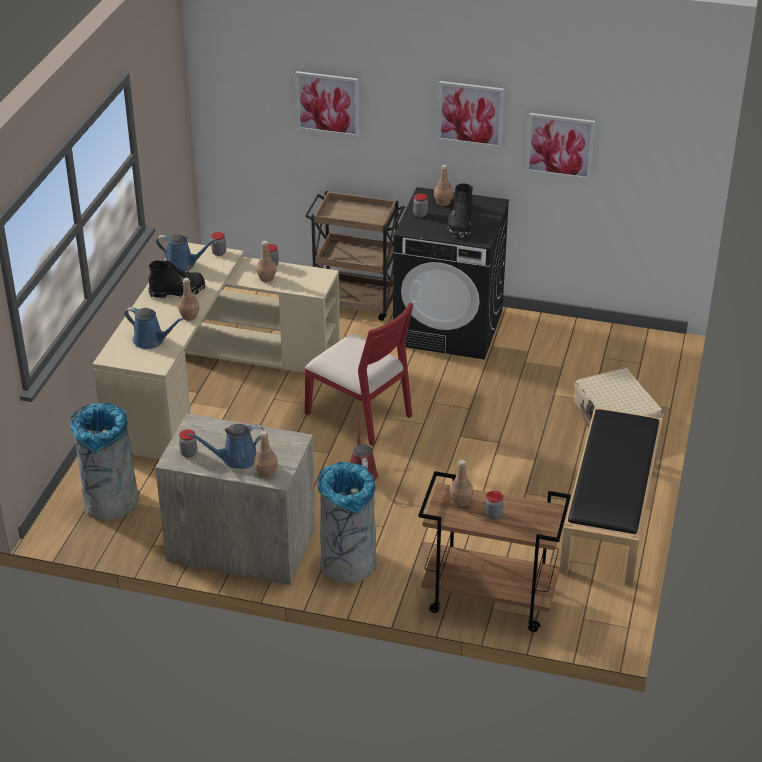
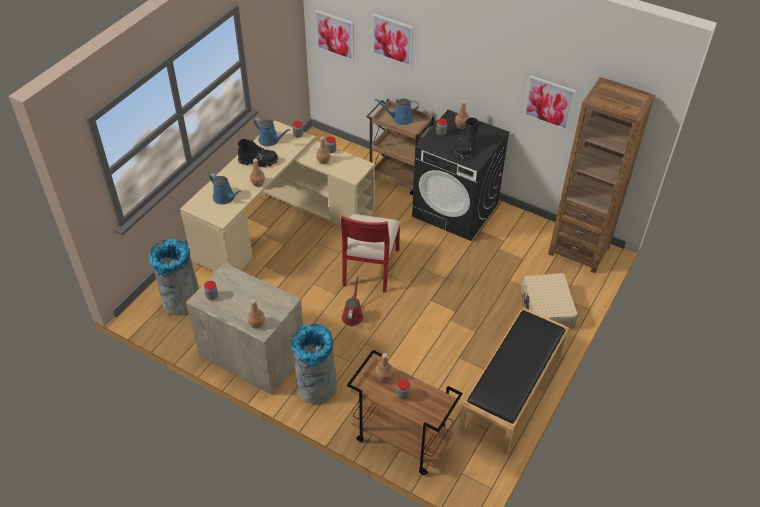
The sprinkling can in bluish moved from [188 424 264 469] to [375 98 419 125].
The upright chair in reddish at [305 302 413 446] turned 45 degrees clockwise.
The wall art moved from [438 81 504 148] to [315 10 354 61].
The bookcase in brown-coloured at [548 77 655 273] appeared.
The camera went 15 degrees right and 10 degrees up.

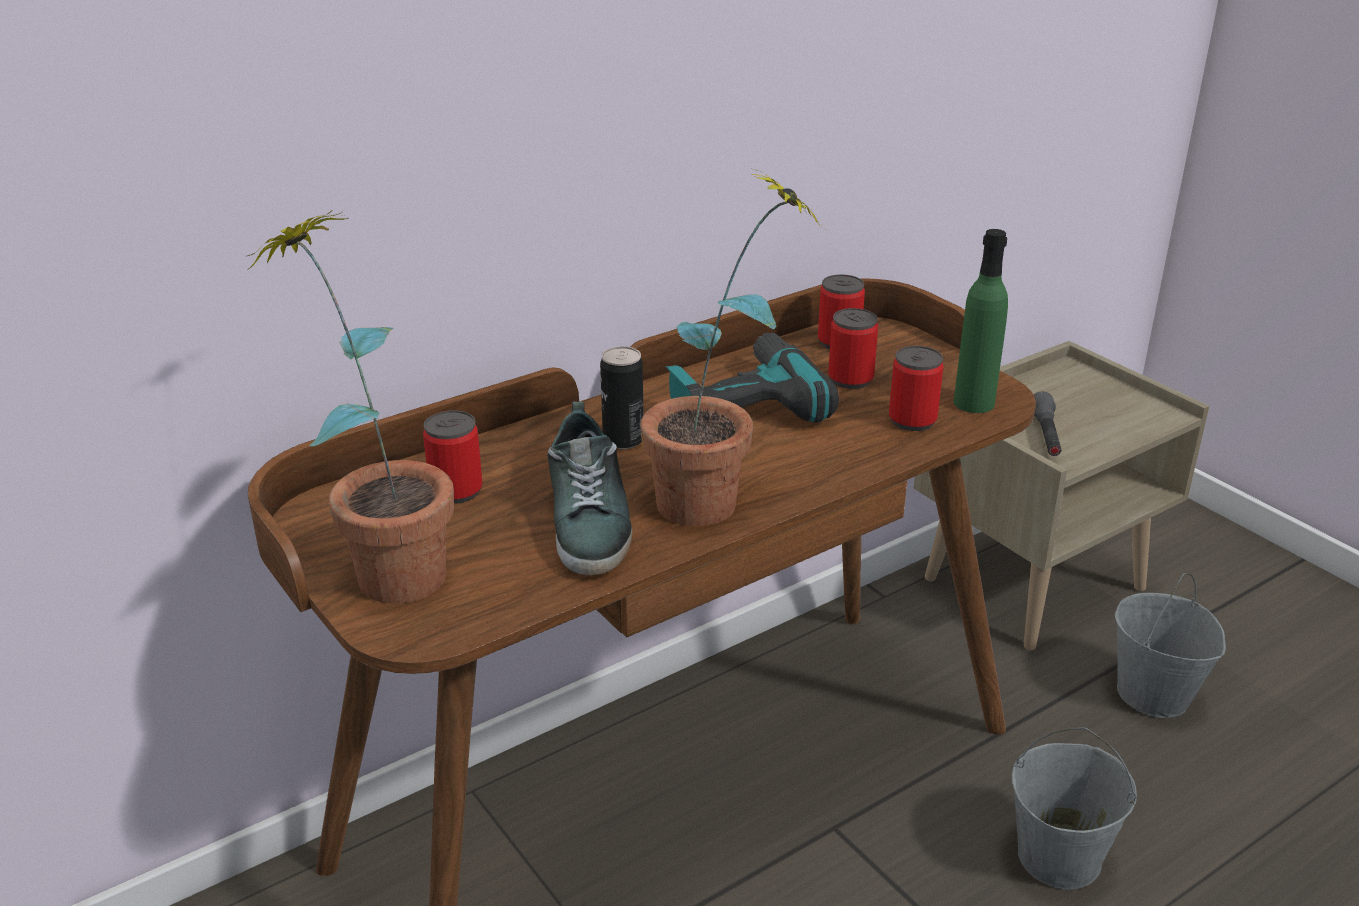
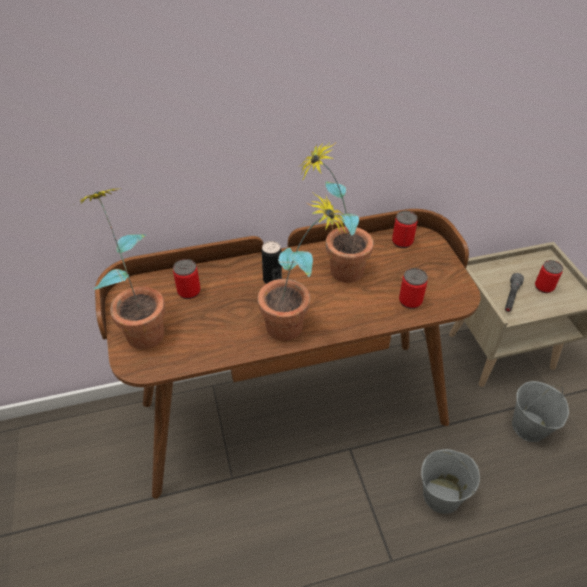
The low shoe at [547 402 633 575] disappeared.
The drill at [665 332 839 423] was replaced by the houseplant at [298 142 374 283].
The can moved from [828 308 878 389] to [535 260 563 293].
The bottle in green-coloured at [953 229 1008 413] disappeared.
The camera went 20 degrees right and 15 degrees up.

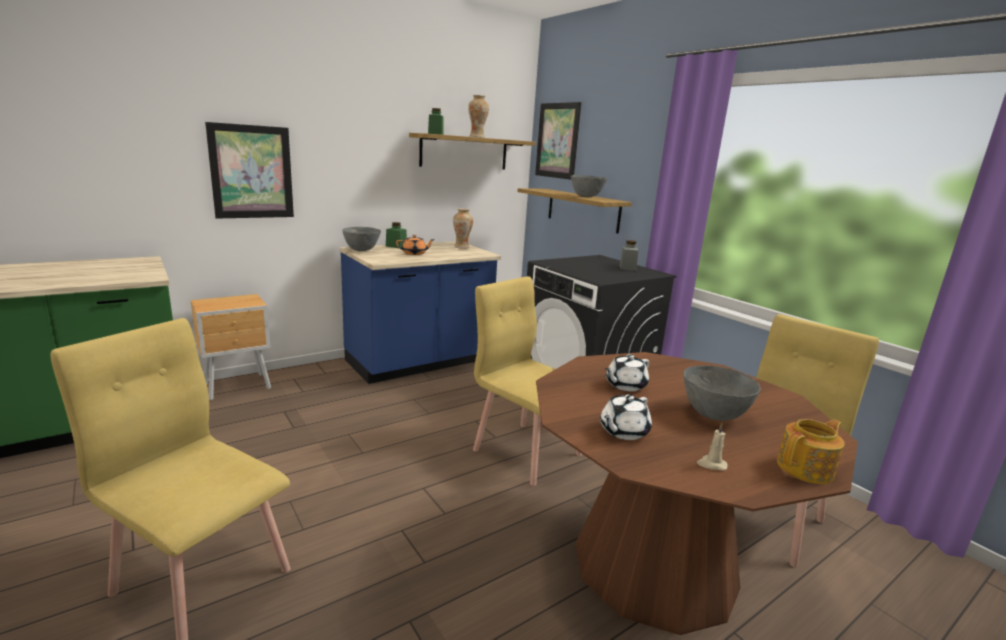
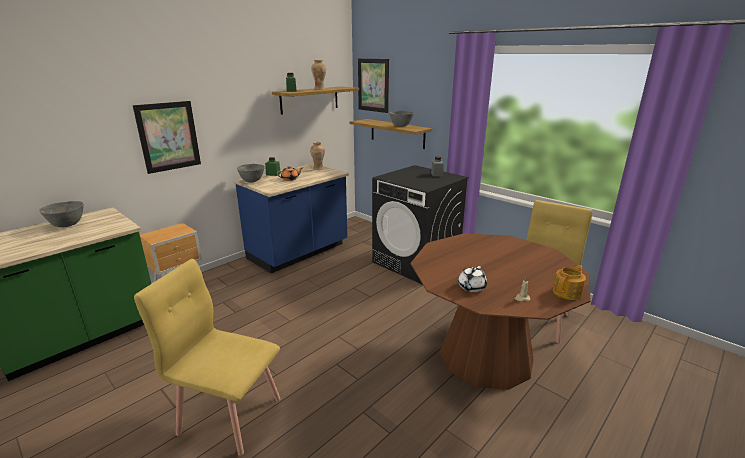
The upright chair in yellowish at [473 276 582 486] disappeared.
The tea pot in white at [605 354 649 392] disappeared.
The bowl in grey moved from [683 365 761 421] to [39 201 84 227].
The camera went 10 degrees left and 5 degrees up.

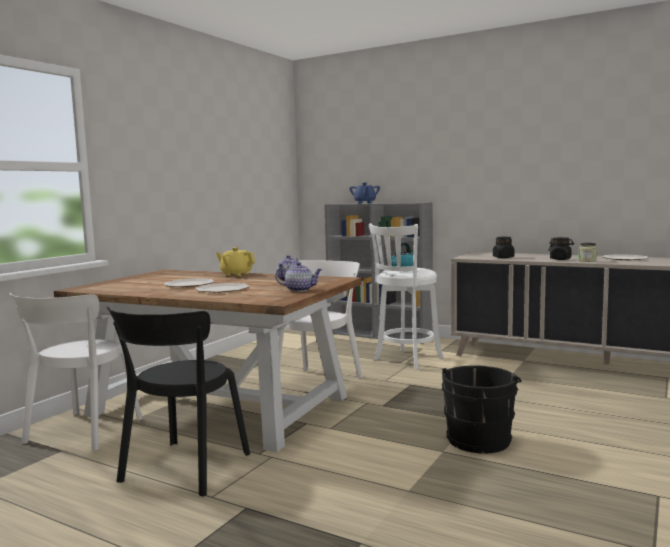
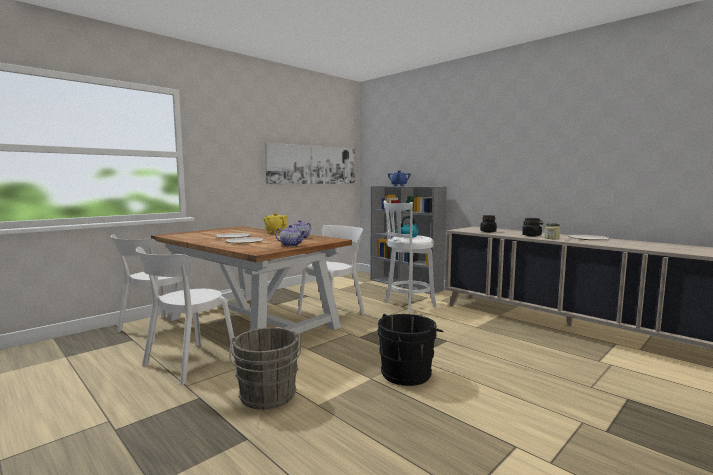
The upright chair in blackish at [106 306 250 497] became the upright chair in white at [136 247 235 385].
The water bucket in grey at [229 328 301 410] appeared.
The wall art at [265 143 355 184] appeared.
The camera went 15 degrees right and 0 degrees up.

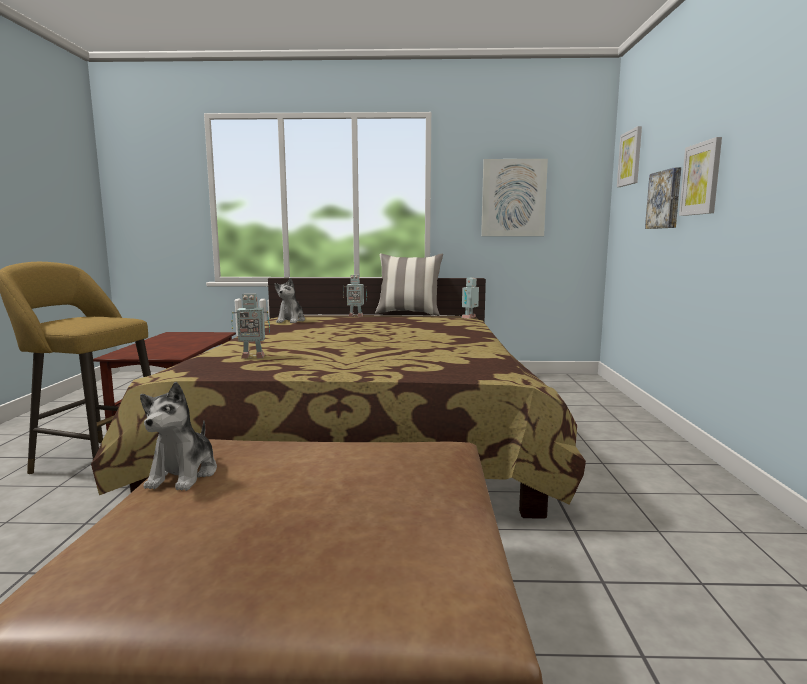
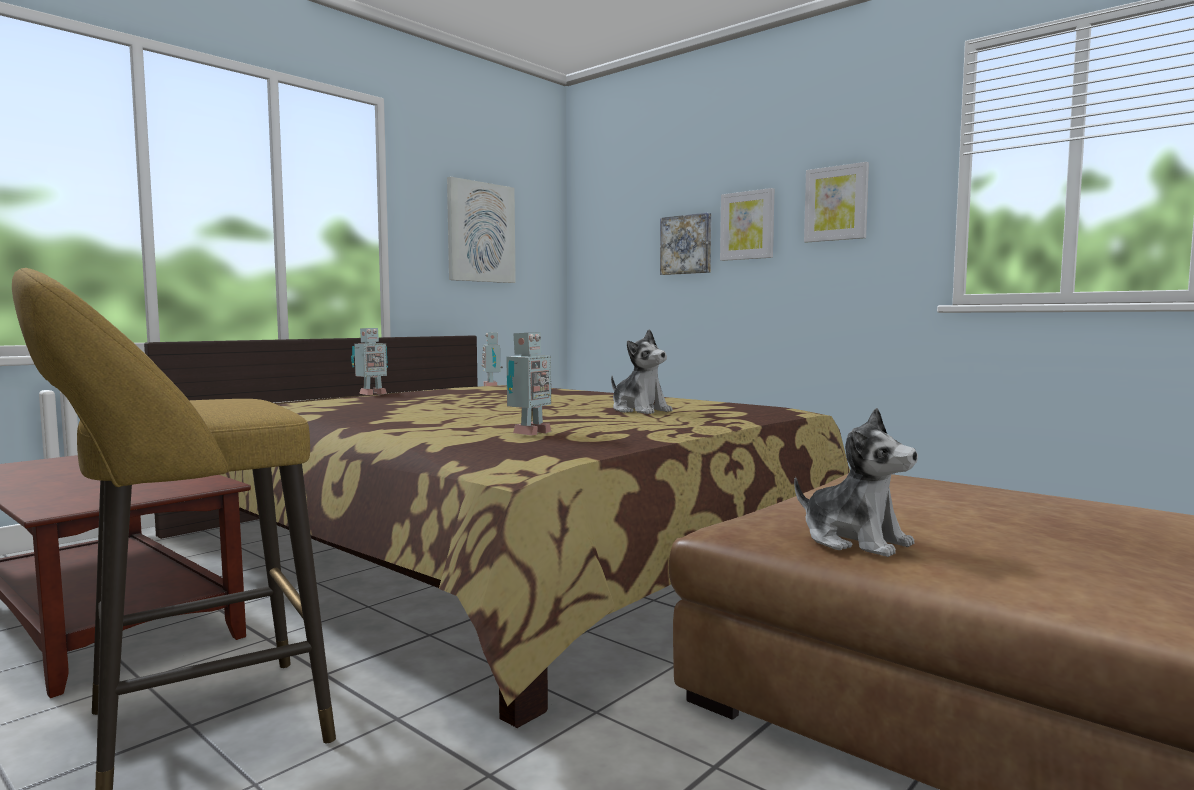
The soft toy moved from [275 278 305 323] to [611 329 672 414].
The cushion at [375 254 443 316] disappeared.
The wall art moved from [617 126 642 187] to [804 162 869 242].
The camera went 50 degrees left and 5 degrees down.

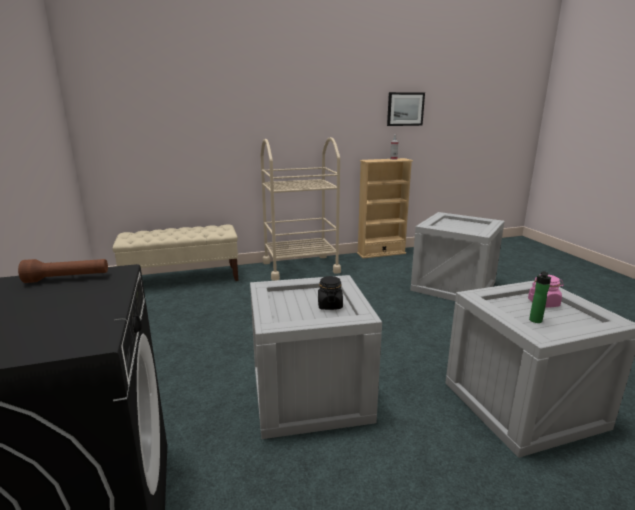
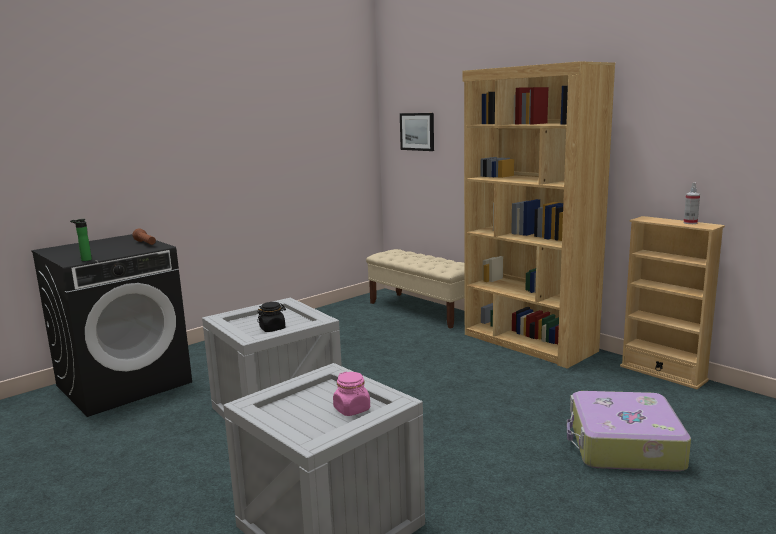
The trolley in sand-coloured at [260 137 341 281] was replaced by the bookcase in brown-coloured at [462 61 615 369].
The wall art moved from [387 92 425 126] to [400 113 434 151].
The packing crate at [410 212 505 301] was replaced by the piece of luggage at [567 391 691 472].
The bottle moved from [529 271 551 323] to [70 219 92 261].
The camera went 65 degrees right and 5 degrees down.

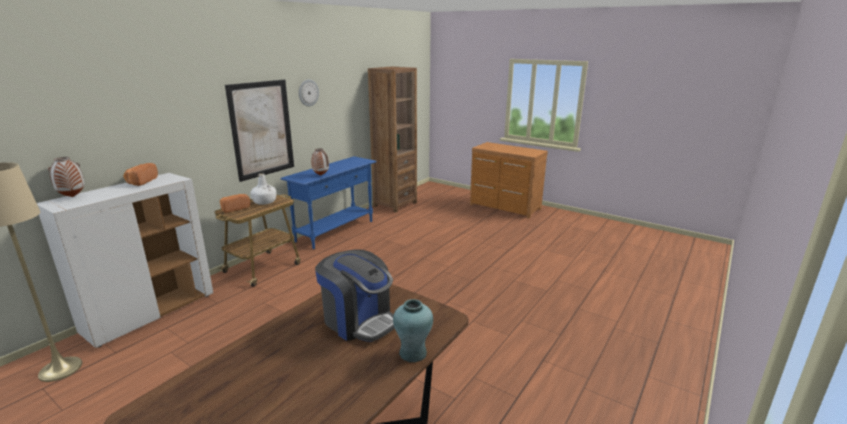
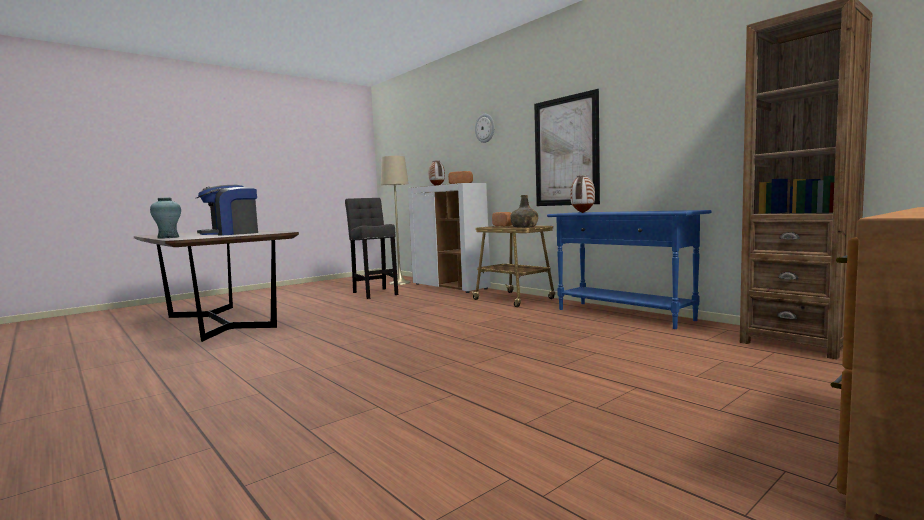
The bottle in white at [250 173 277 205] became the bottle in green-coloured at [511 195 538 228].
The hanging clock moved from [299 79 319 106] to [475 114 495 143].
The stool seat in grey at [345 198 398 299] appeared.
The camera went 105 degrees right and 15 degrees down.

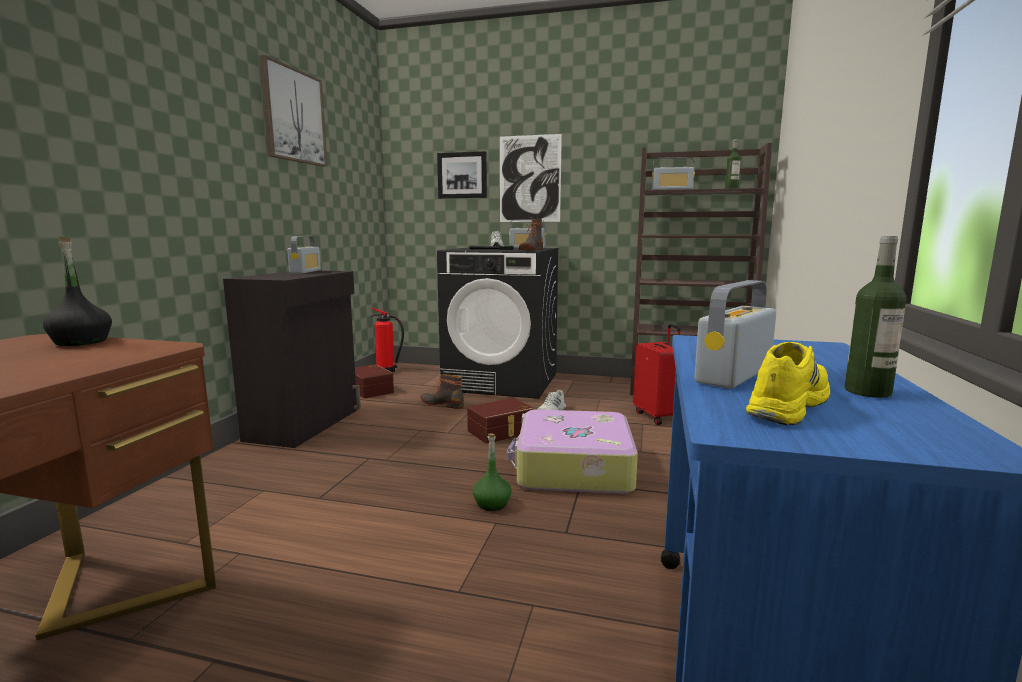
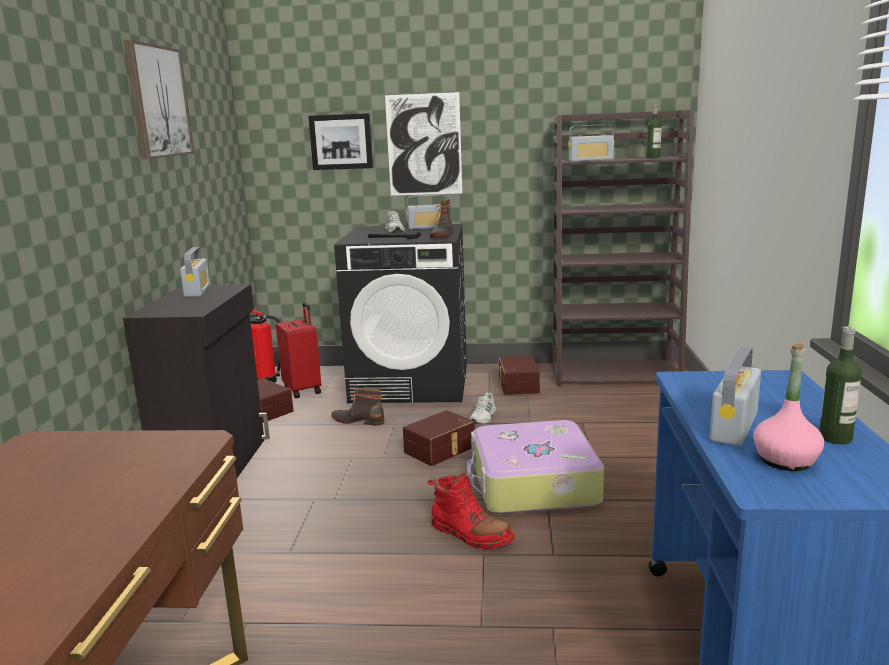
The bottle in blackish at [43 237 112 346] disappeared.
The bottle in green-coloured at [473 433 511 511] was replaced by the high-top boot in reddish at [427 473 514 549].
The piece of luggage in reddish moved from [633 324 681 425] to [276 303 321 398].
The low shoe in yellowish at [746 342 830 425] was replaced by the bottle in pinkish at [753 344 824 471].
The storage bin in brown-coloured at [498 356 540 395] appeared.
The camera went 10 degrees left and 5 degrees up.

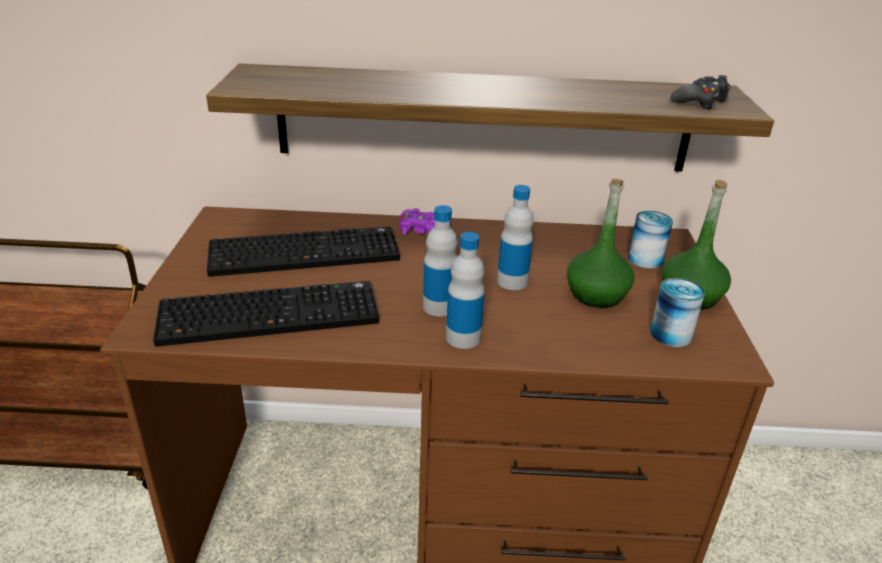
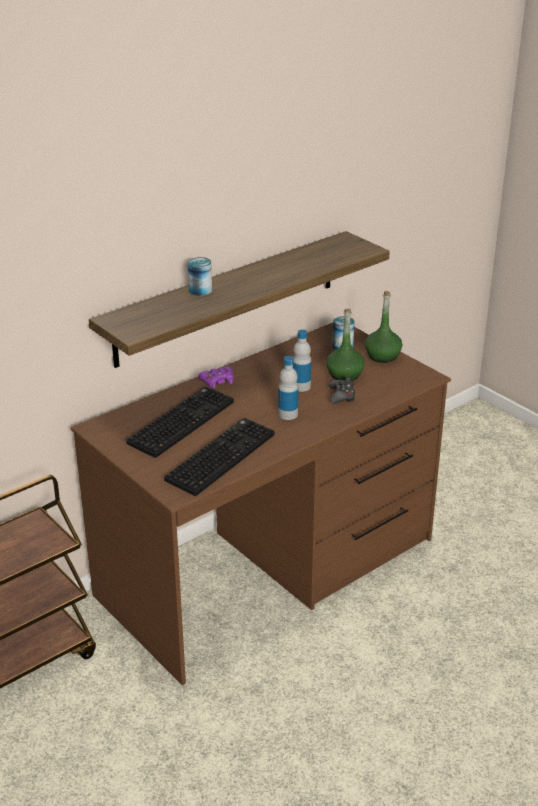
The bottle at [446 232 485 349] disappeared.
The can moved from [650 278 705 347] to [188 257 212 296].
The joypad in blackish moved from [670 75 731 110] to [328 377 356 404].
The camera went 40 degrees left and 0 degrees up.

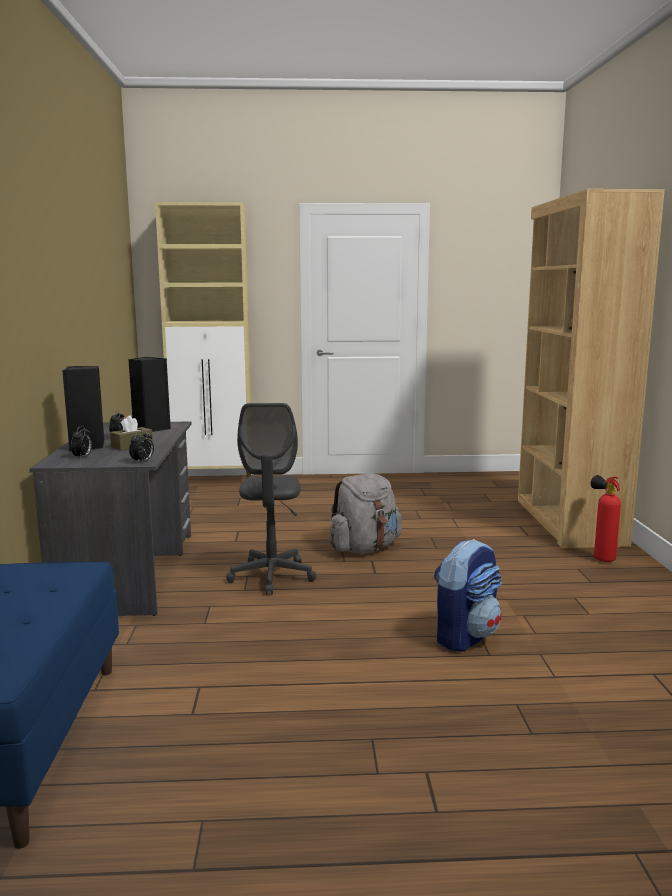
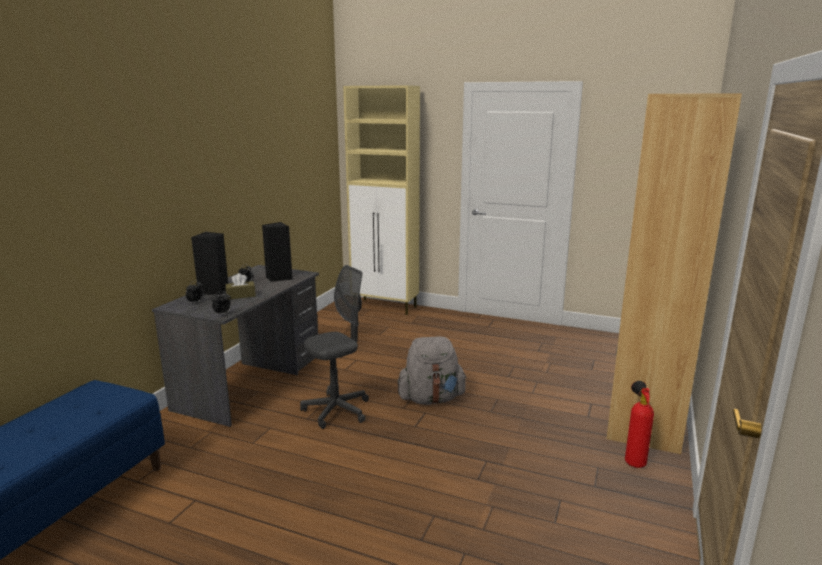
The computer chair in grey at [226 403 316 595] turned 150 degrees counterclockwise.
The knapsack at [434 539 502 652] disappeared.
The camera went 25 degrees right and 5 degrees up.

